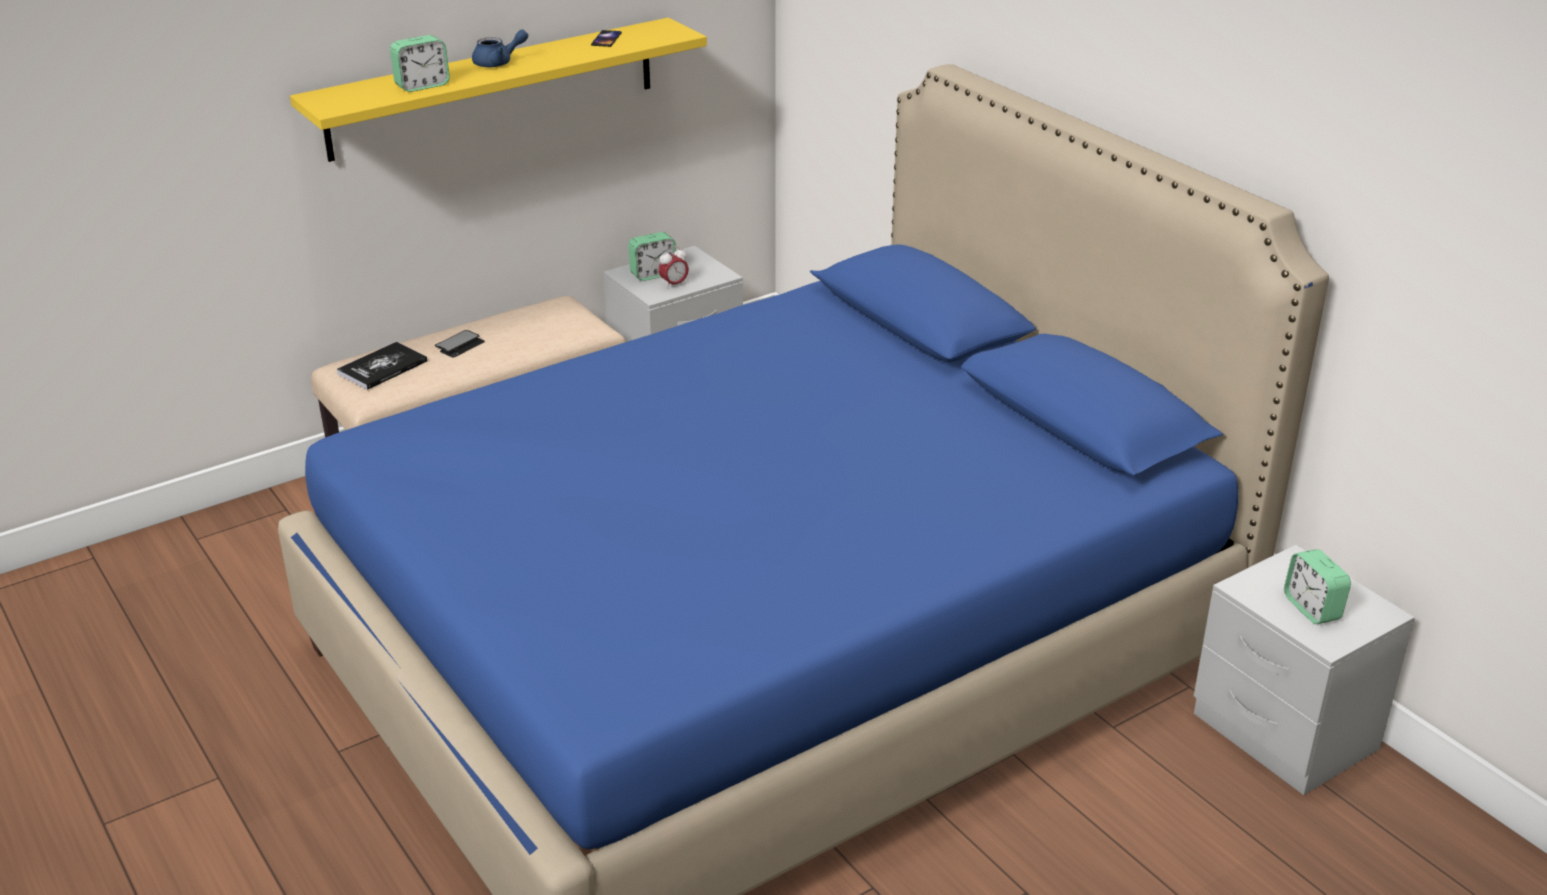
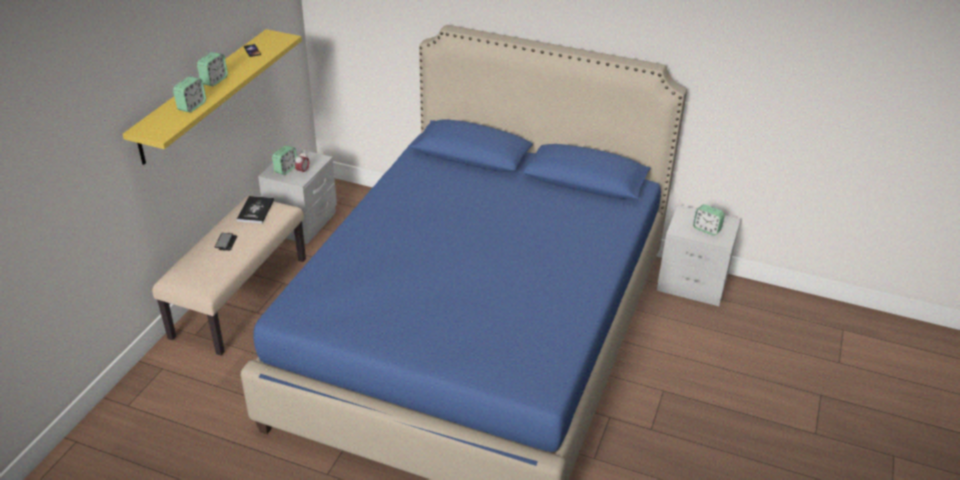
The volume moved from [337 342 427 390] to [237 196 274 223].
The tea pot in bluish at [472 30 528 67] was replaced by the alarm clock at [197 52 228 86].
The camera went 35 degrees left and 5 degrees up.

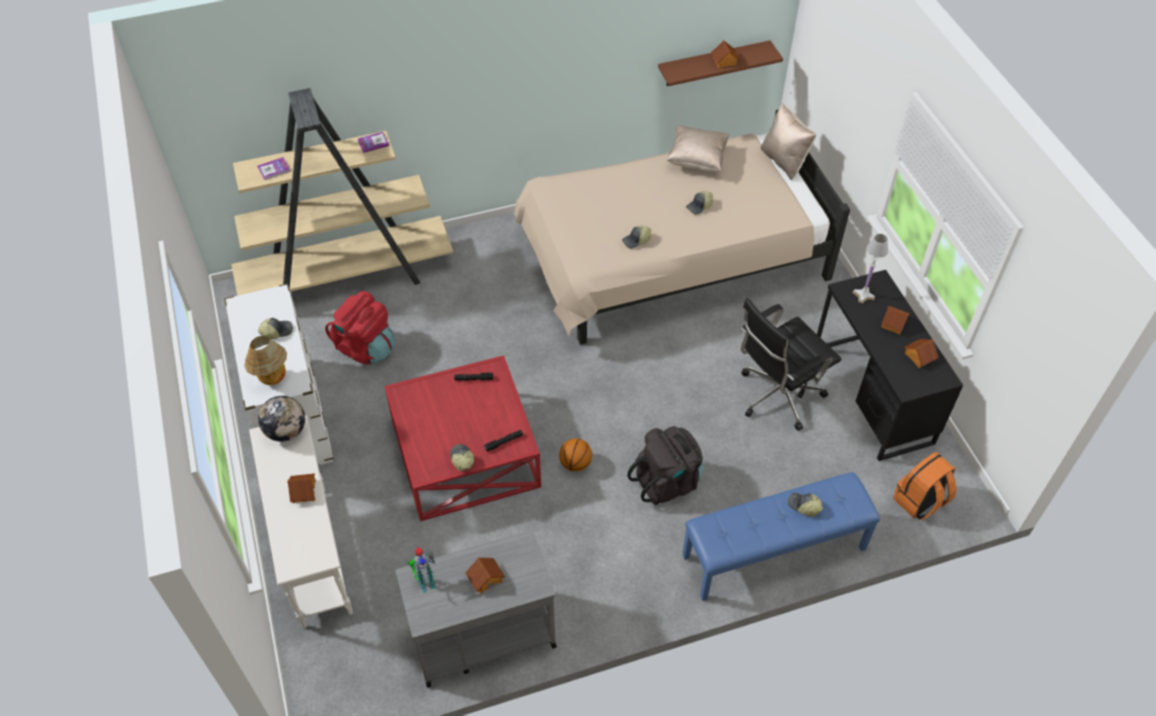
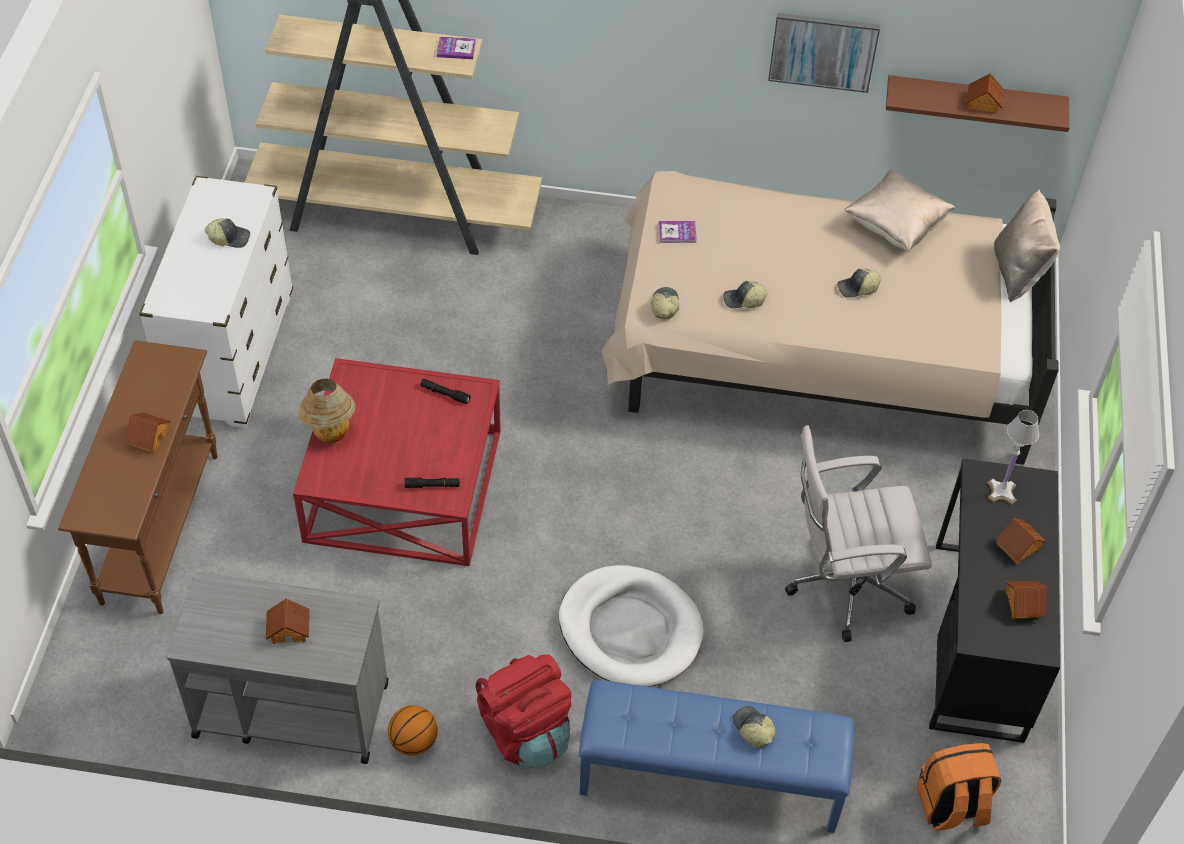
The tabletop lamp moved from [244 336 287 385] to [298 379 355 443].
The narrow table in white at [249 415 353 628] became the narrow table in brown-coloured at [58 340 218 614].
The volume moved from [258 157 290 180] to [659 221 697 243].
The world globe at [258 396 305 442] disappeared.
The knapsack in reddish moved from [325 291 395 364] to [476 654 571 768].
The toy robot at [408 546 436 593] disappeared.
The baseball cap moved from [450 444 474 472] to [651 287 679 319].
The ball for basketball moved from [559 439 592 472] to [388 705 438 756].
The knapsack in blackish at [627 426 703 505] was replaced by the dog bed in white at [559 565 704 687].
The computer chair in blackish at [741 298 841 431] became the computer chair in white at [785 425 932 642].
The wall art at [768 13 880 93] appeared.
The camera went 25 degrees right and 0 degrees up.

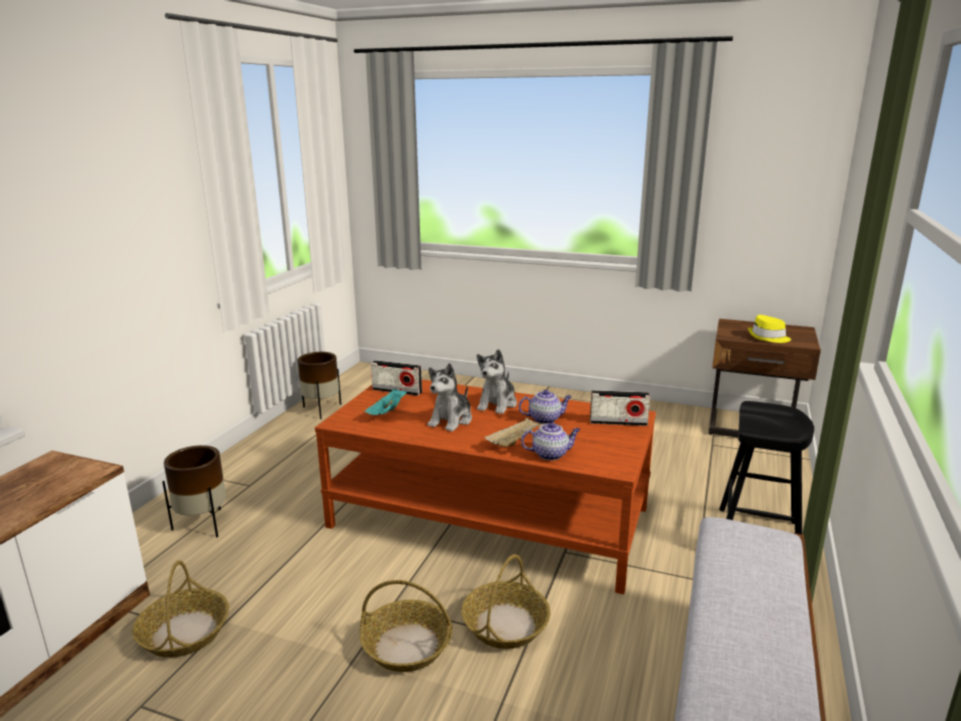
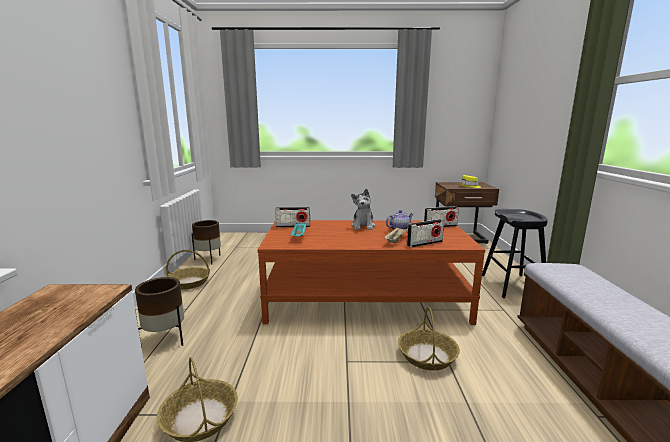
The storage basket moved from [360 580 453 672] to [165 250 210 290].
The soft toy at [428 363 472 432] disappeared.
The tea pot at [521 422 580 460] was replaced by the radio at [407 219 444 248].
The camera went 20 degrees left and 5 degrees down.

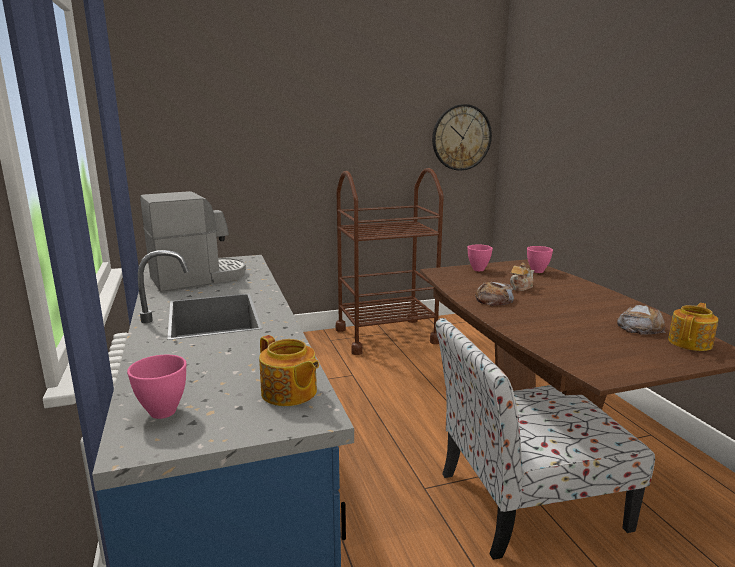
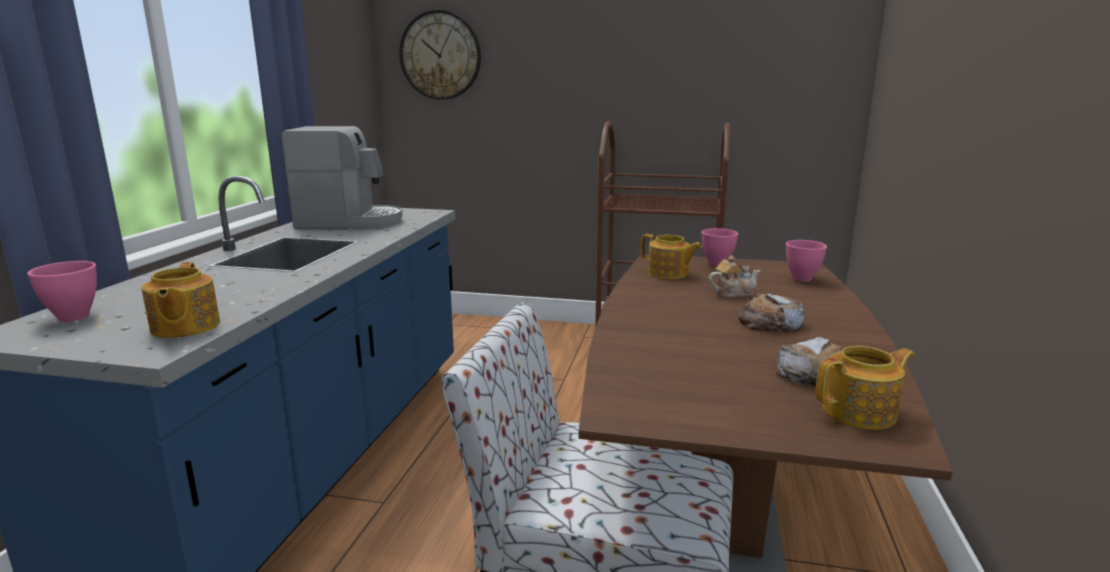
The hanging clock moved from [432 104 492 171] to [399 10 481 100].
The bakery bread moved from [475 281 514 306] to [739 293 804 332].
The tea pot at [641 234 702 279] appeared.
The camera went 30 degrees right and 0 degrees up.

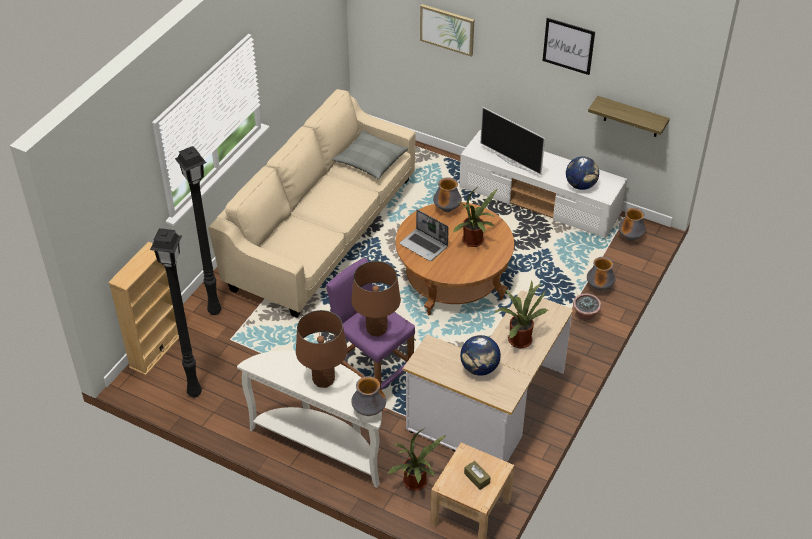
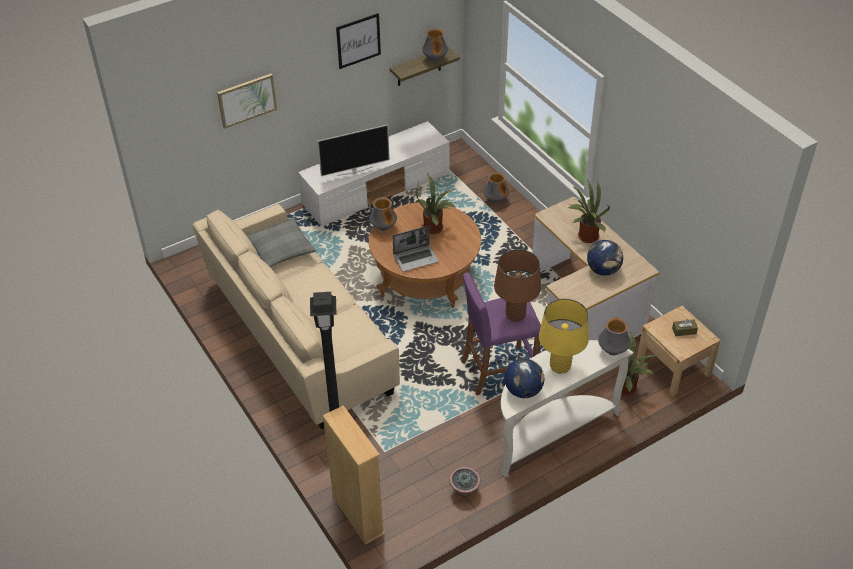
The floor lamp in blackish at [150 228 202 397] disappeared.
The tabletop lamp in brown-coloured at [296 310 348 388] became the tabletop lamp in yellowish at [539 299 589 374].
The world globe moved from [566 157 599 190] to [505 359 544 398].
The houseplant moved from [573 293 601 321] to [449 467 480 497].
The decorative vase moved from [618 208 646 241] to [422 28 448 62].
The camera went 60 degrees left and 0 degrees up.

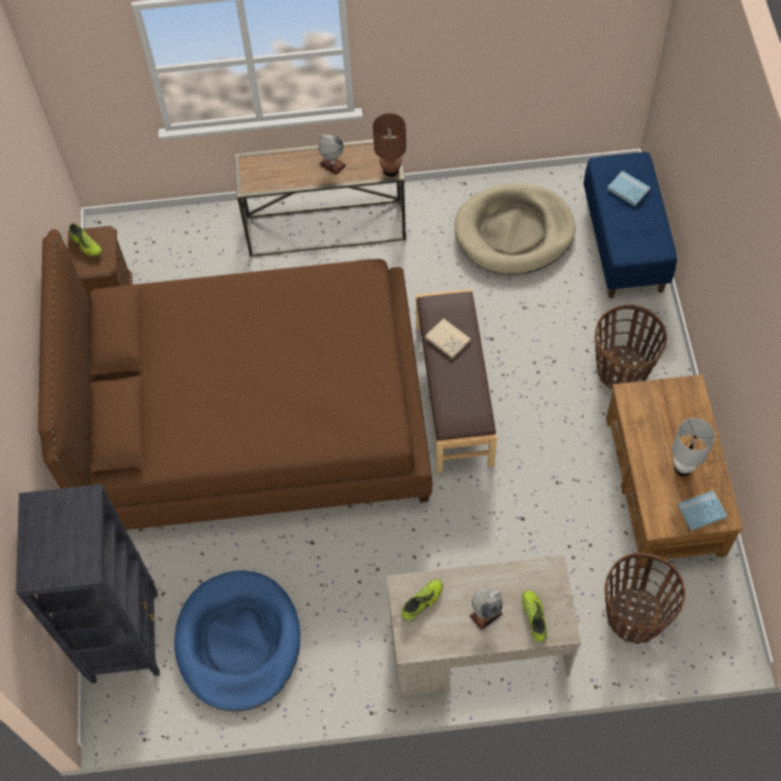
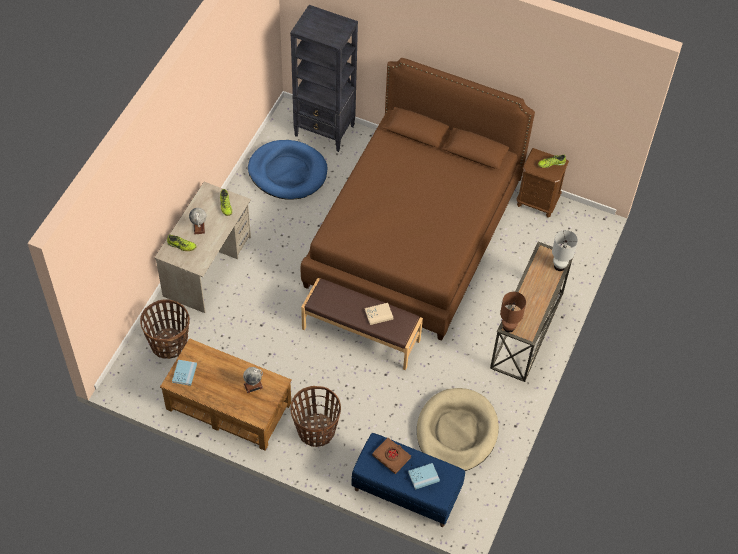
The world globe moved from [318 134 347 175] to [243 367 263 393].
The tabletop lamp in white moved from [672 418 715 476] to [552 230 578 271].
The volume in brown-coloured at [372 438 411 474] appeared.
The camera went 115 degrees right and 5 degrees down.

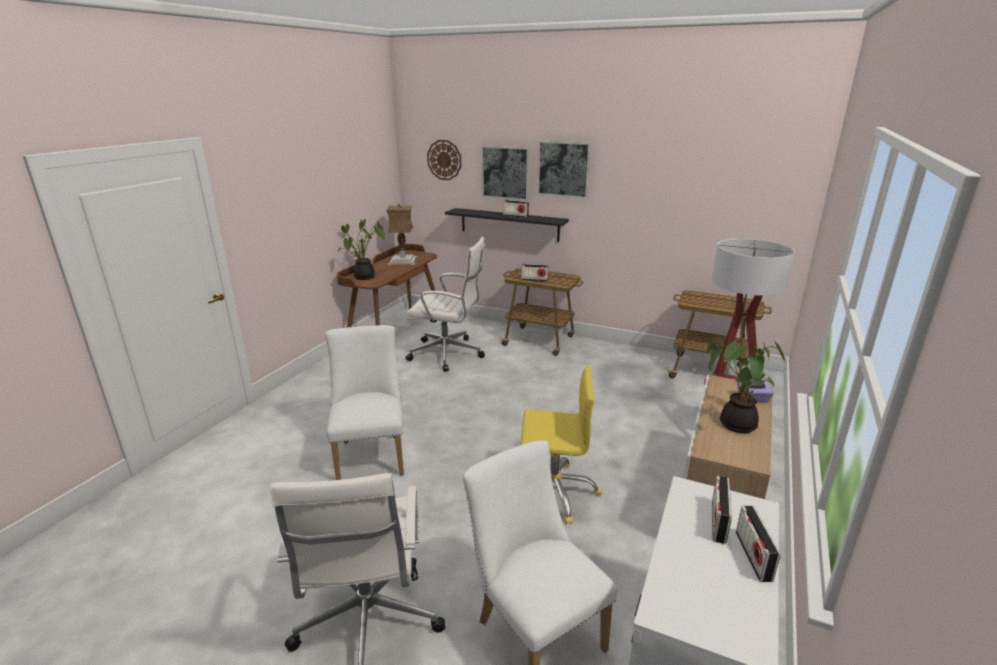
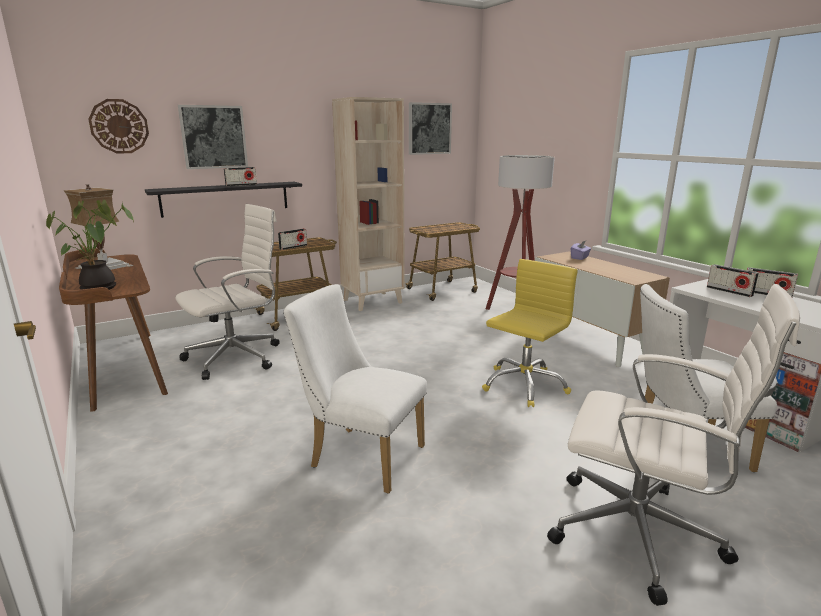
The wall art moved from [537 140 592 199] to [409 102 452 155].
The houseplant at [707 337 785 433] disappeared.
The bookcase in sand-coloured at [332 97 405 311] appeared.
The camera went 55 degrees left and 5 degrees down.

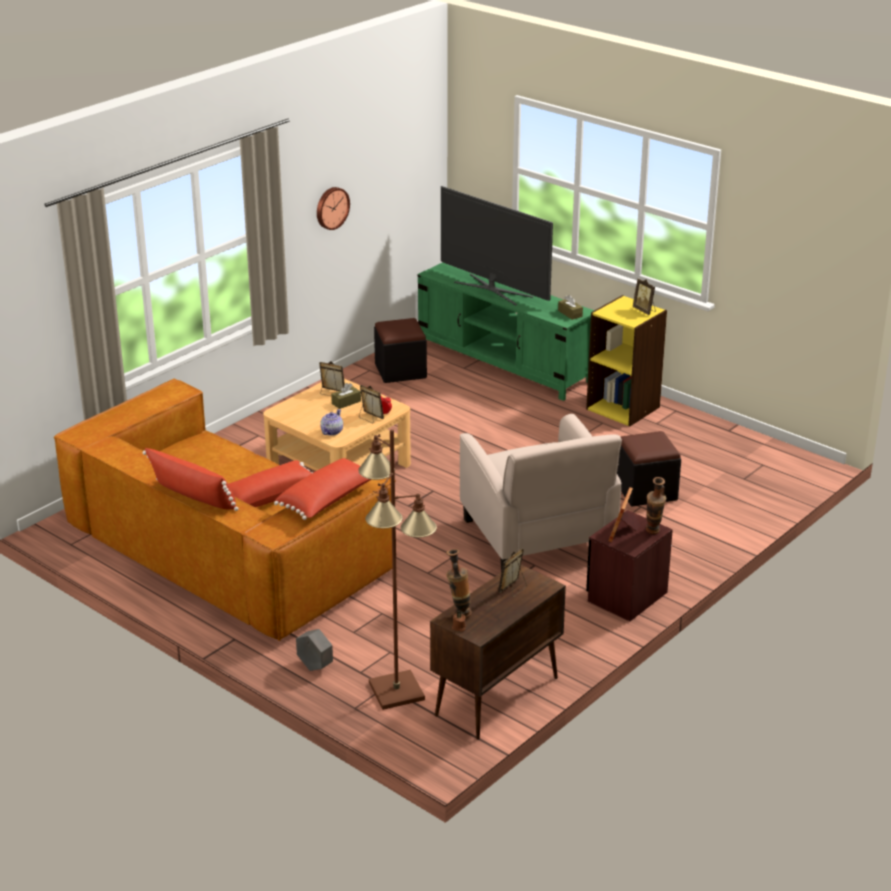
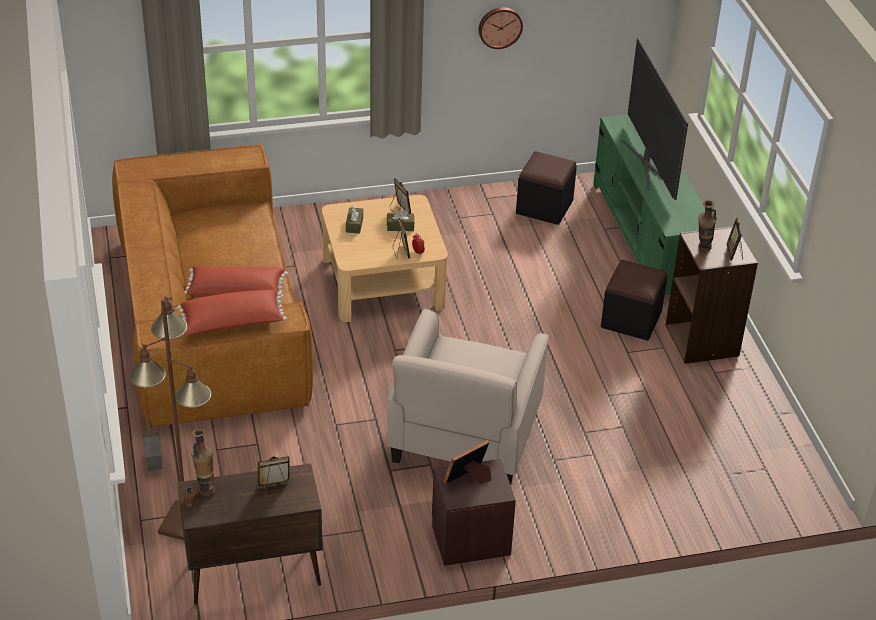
The cushion in reddish at [143 448 239 511] disappeared.
The tea pot at [320 409 343 436] disappeared.
The tissue box in brown-coloured moved from [558 295 583 320] to [346 206 363 234].
The bookcase in yellowish at [586 295 667 426] became the bookcase in brown-coloured at [665 226 758 364].
The ottoman in blackish moved from [617 431 681 506] to [601 260 667 341].
The decorative vase moved from [646 477 666 534] to [698 200 717 252].
The camera went 35 degrees right and 10 degrees up.

